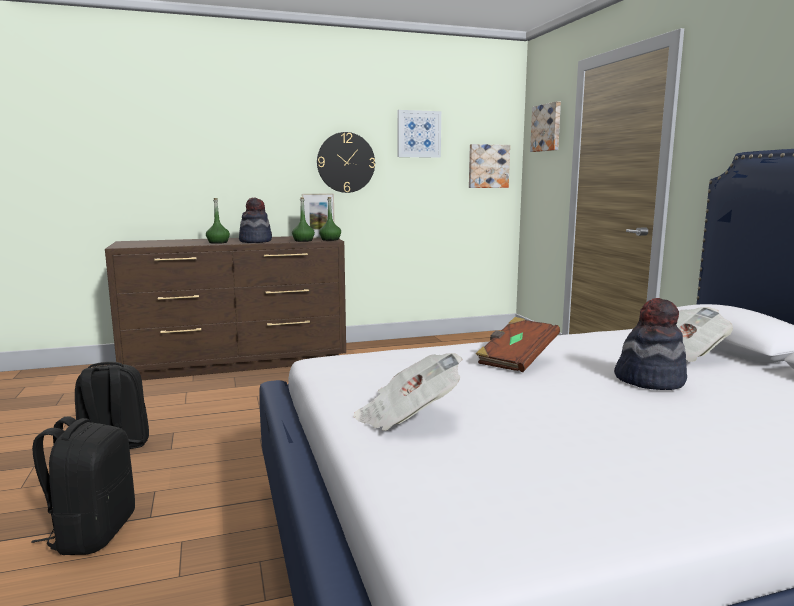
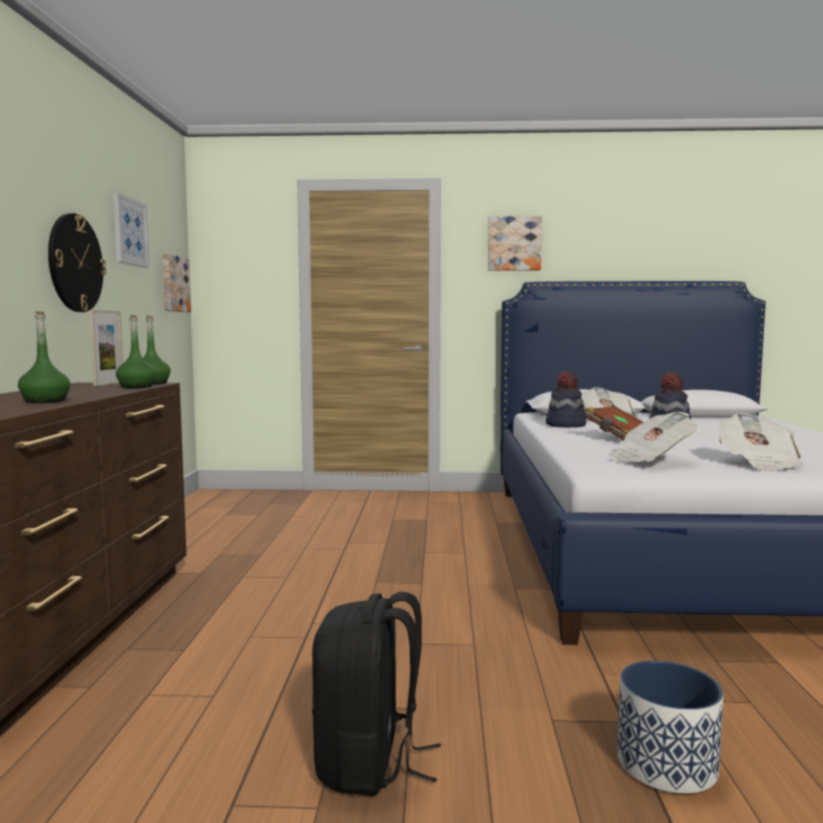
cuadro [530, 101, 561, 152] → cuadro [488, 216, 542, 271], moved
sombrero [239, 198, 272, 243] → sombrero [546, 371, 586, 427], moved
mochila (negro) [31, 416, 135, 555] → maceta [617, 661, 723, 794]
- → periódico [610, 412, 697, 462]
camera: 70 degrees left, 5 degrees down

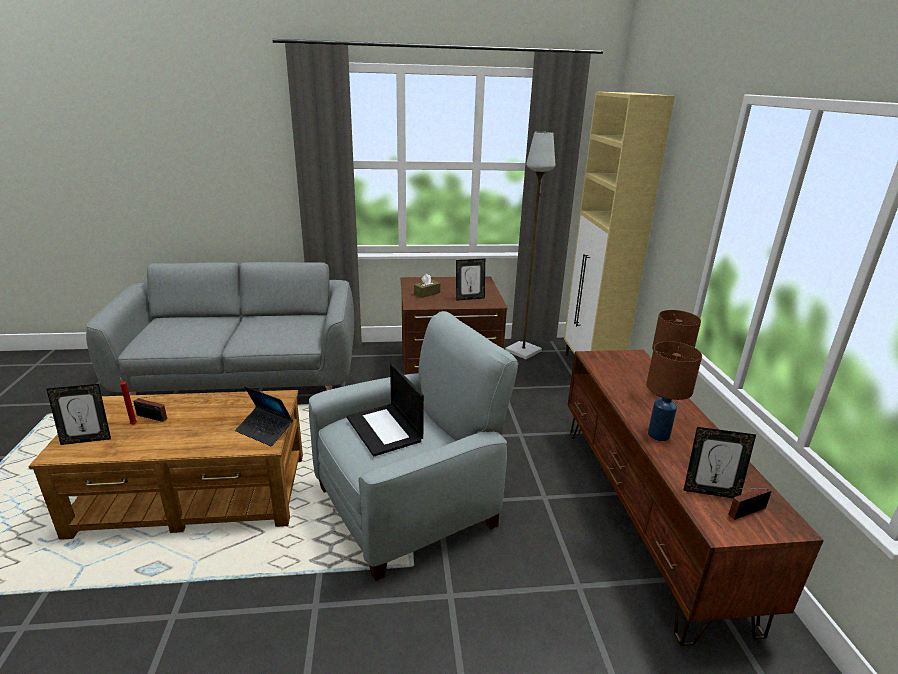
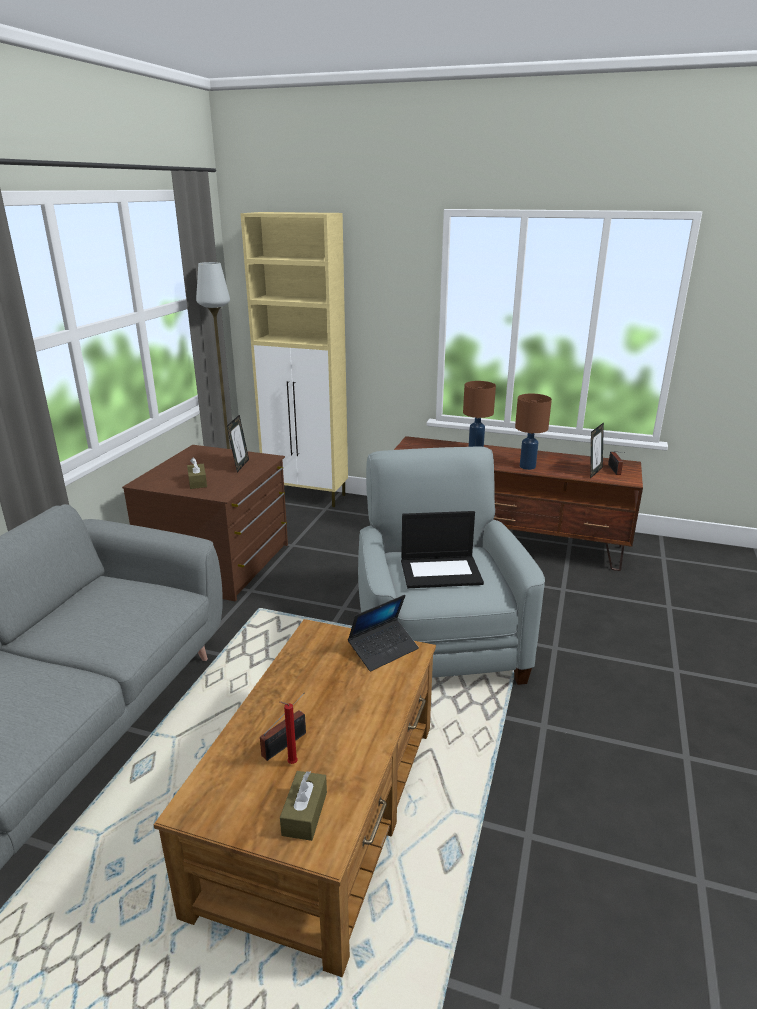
portarretratos [46, 384, 111, 445] → caja de pañuelos (marrón) [280, 771, 327, 841]
camera: 65 degrees left, 0 degrees up

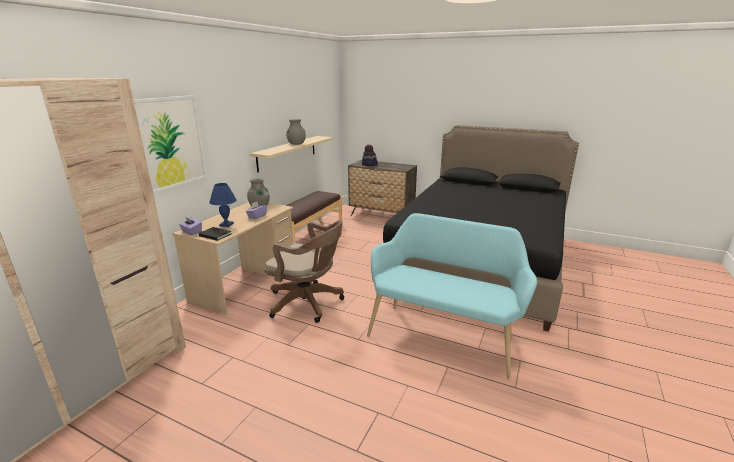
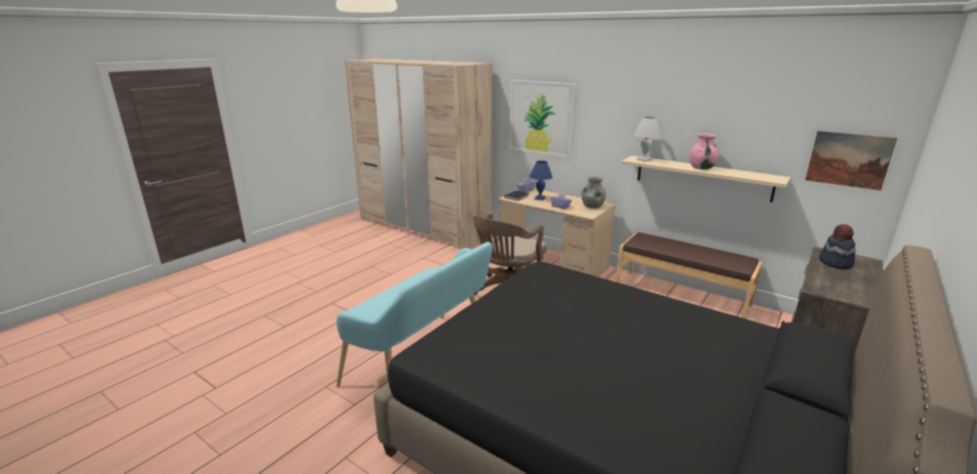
florero (gris) [286, 119, 306, 145] → florero (rosa) [689, 134, 719, 170]
- → lámpara de mesa (blanco) [634, 117, 661, 162]
- → cuadro [805, 131, 897, 191]
camera: 100 degrees right, 0 degrees up

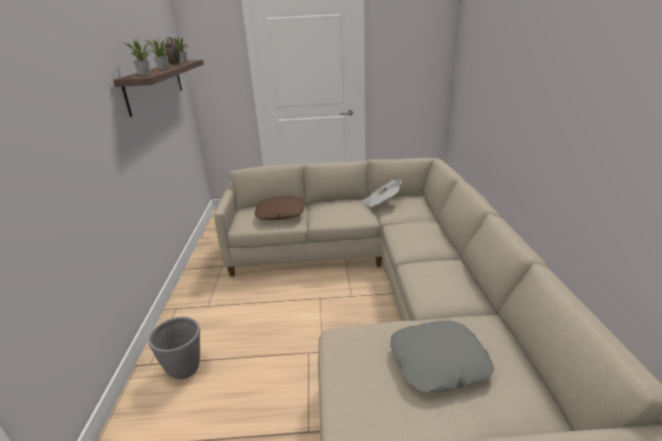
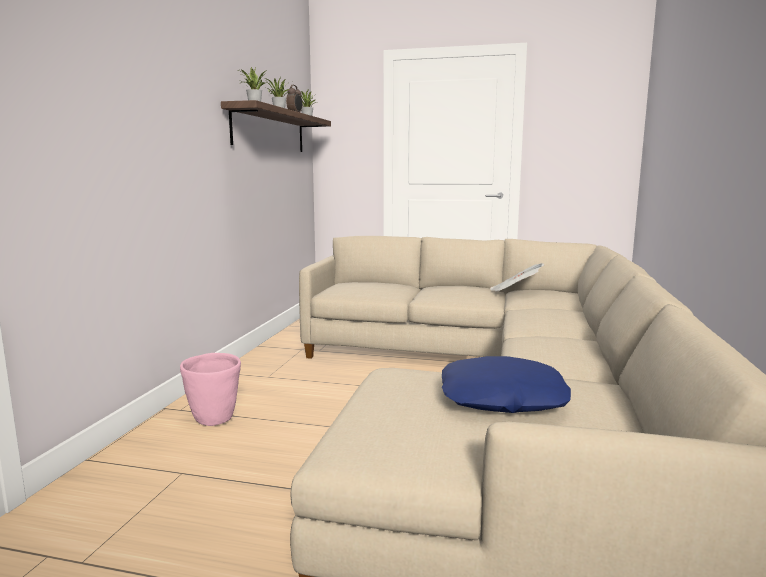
cojín (marrón) [254, 196, 304, 220] → -
maceta (gris) [148, 317, 200, 379] → maceta (rosa) [180, 353, 241, 426]
cojín (gris) [390, 320, 495, 392] → cojín (azul) [442, 356, 571, 413]
camera: 15 degrees right, 15 degrees down

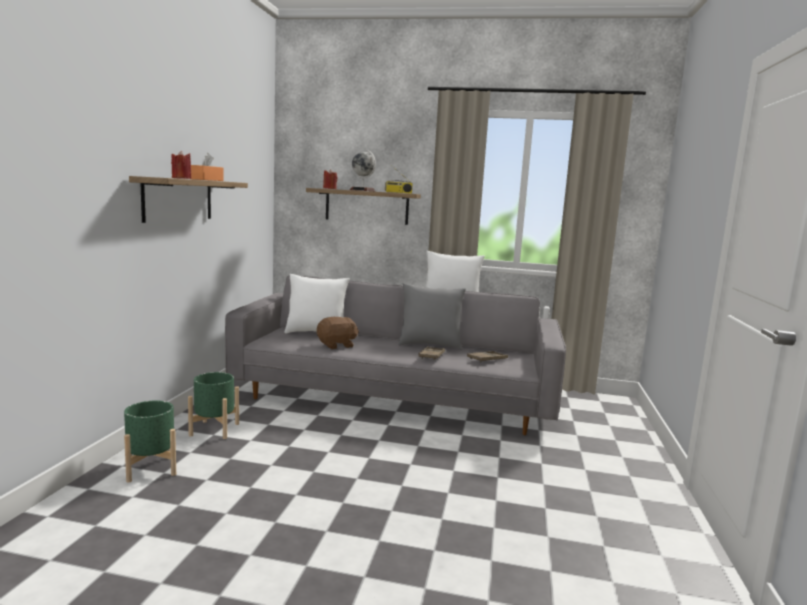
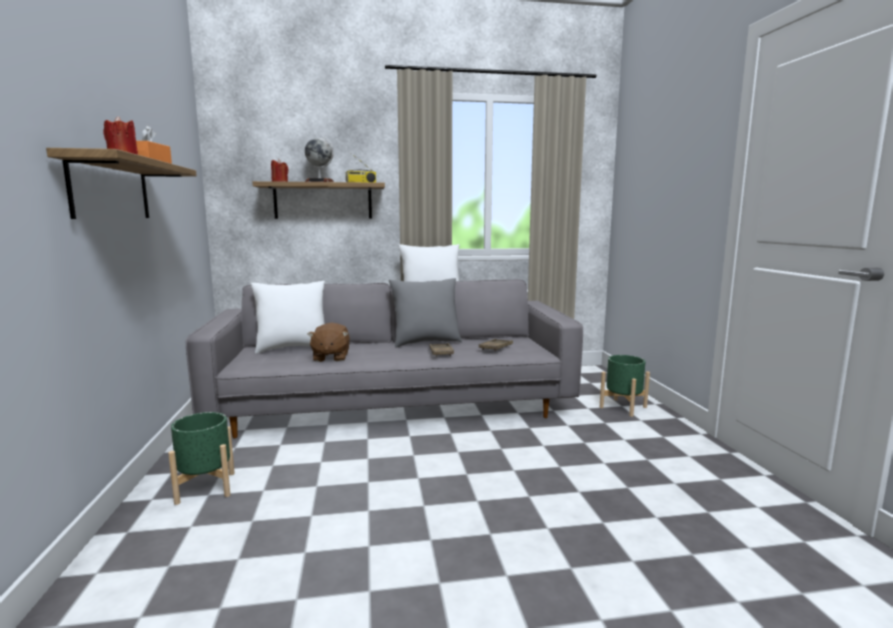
peluche (marrón) [317, 317, 359, 349] → peluche (marrón) [307, 322, 350, 362], 135 degrees clockwise
maceta (verde) [124, 401, 176, 483] → maceta (verde) [600, 355, 650, 417], moved
camera: 20 degrees left, 0 degrees up

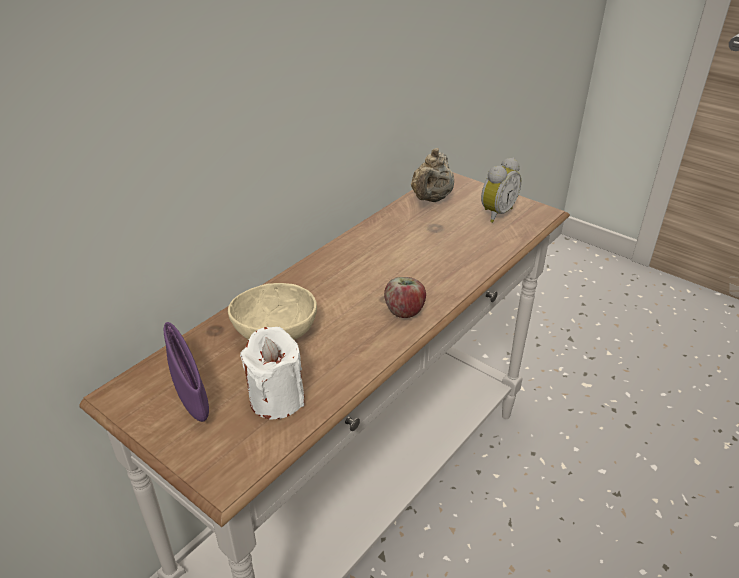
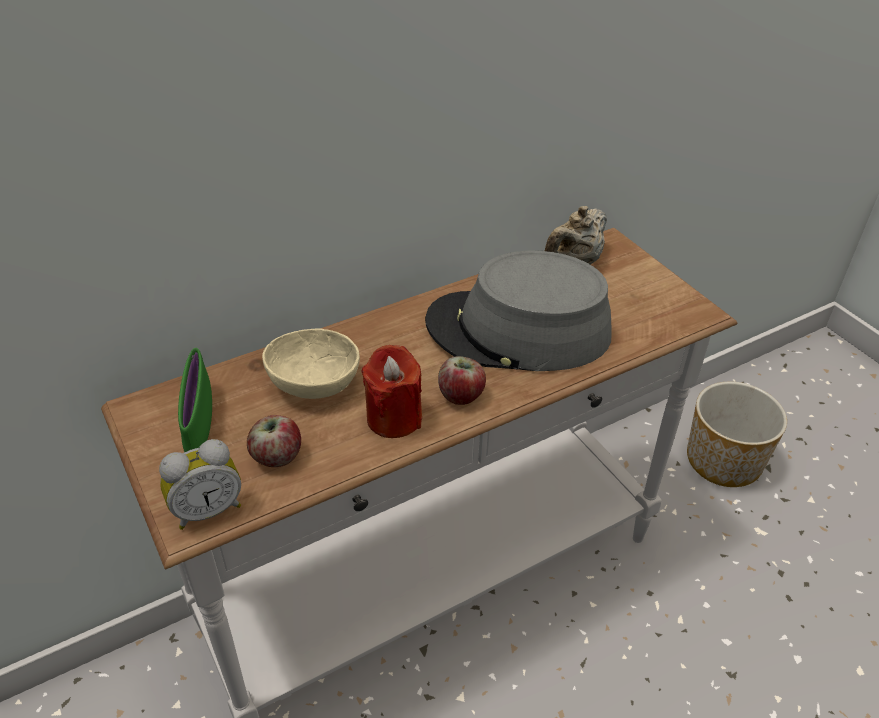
despertador [481, 157, 521, 223] → despertador [159, 439, 241, 530], moved
cuenco (morado) [164, 322, 209, 422] → cuenco (verde) [178, 348, 212, 452]
vela (blanco) [240, 327, 305, 419] → manzana [247, 415, 301, 467]
- → sombrero (gris) [425, 250, 611, 371]
- → vela (rojo) [362, 345, 422, 438]
- → maceta [687, 382, 787, 487]
camera: 20 degrees right, 5 degrees up

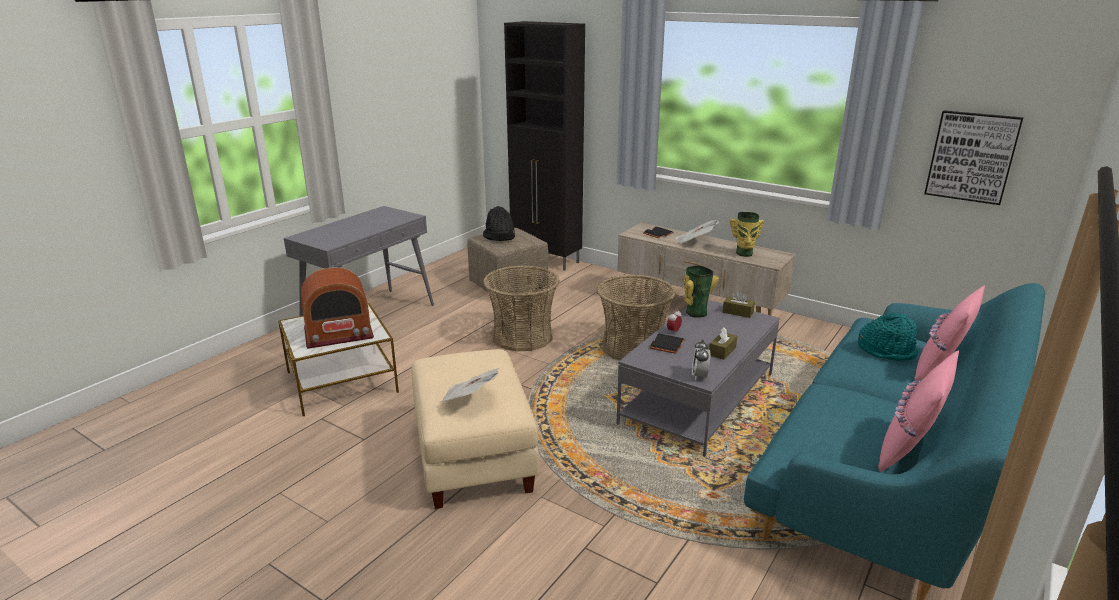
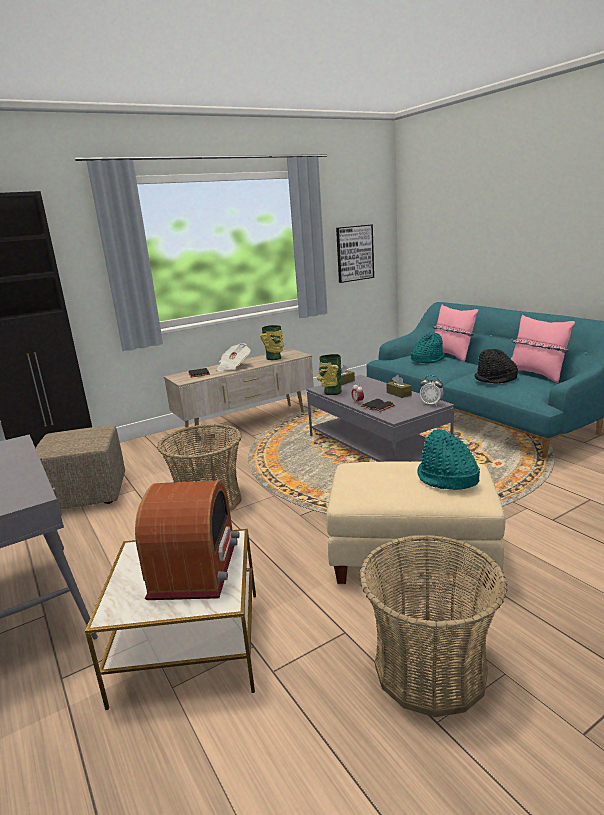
sombrero (negro) [483, 206, 515, 241] → sombrero (negro) [475, 349, 518, 384], moved
cesta [597, 274, 676, 360] → cesta [359, 535, 507, 717], moved
periódico [440, 368, 499, 402] → sombrero (turquesa) [417, 429, 480, 490]
camera: 65 degrees left, 5 degrees down

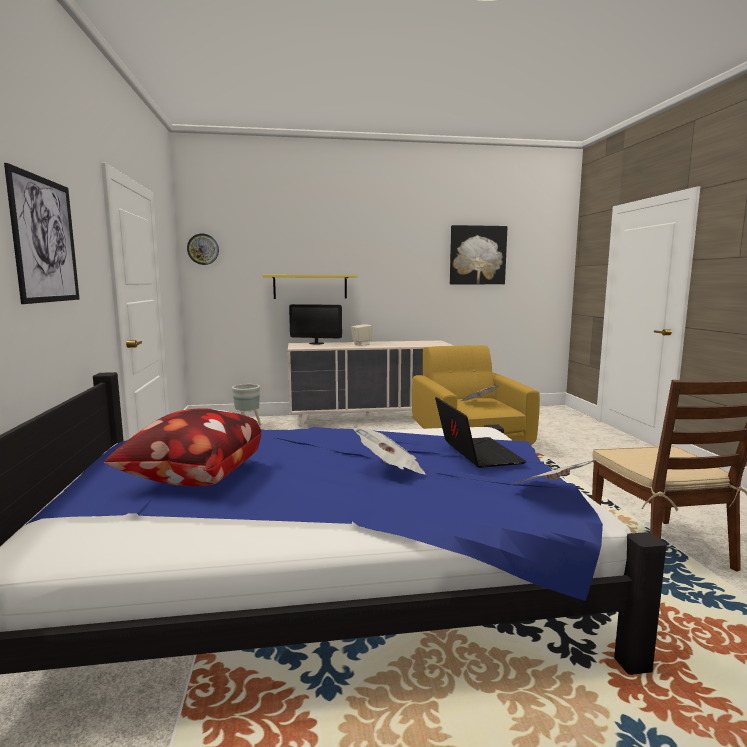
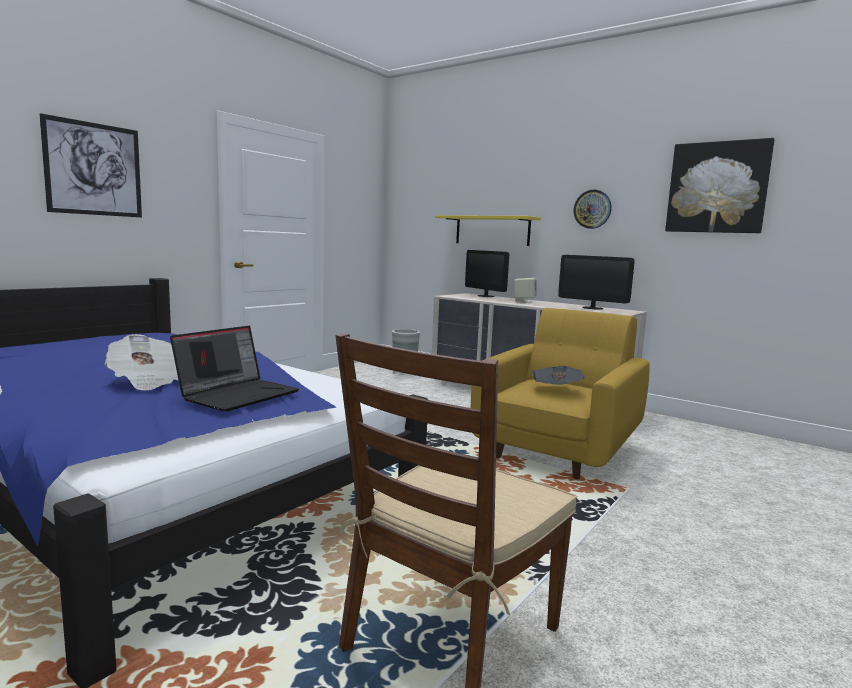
reloj de pared [187, 234, 219, 265] → reloj de pared [574, 190, 612, 229], moved
cojín [104, 408, 262, 486] → -
periódico [511, 460, 597, 485] → -
- → monitor [558, 255, 635, 310]
camera: 45 degrees right, 0 degrees up

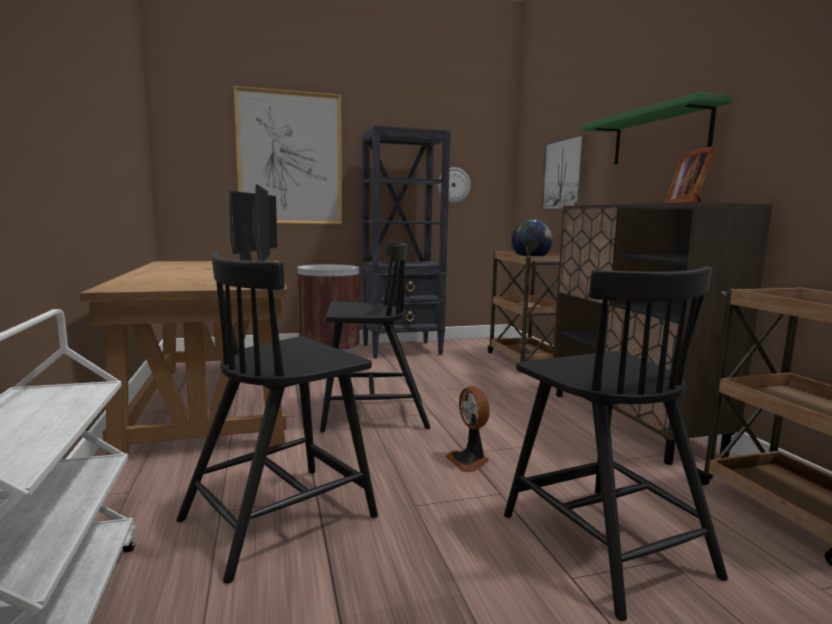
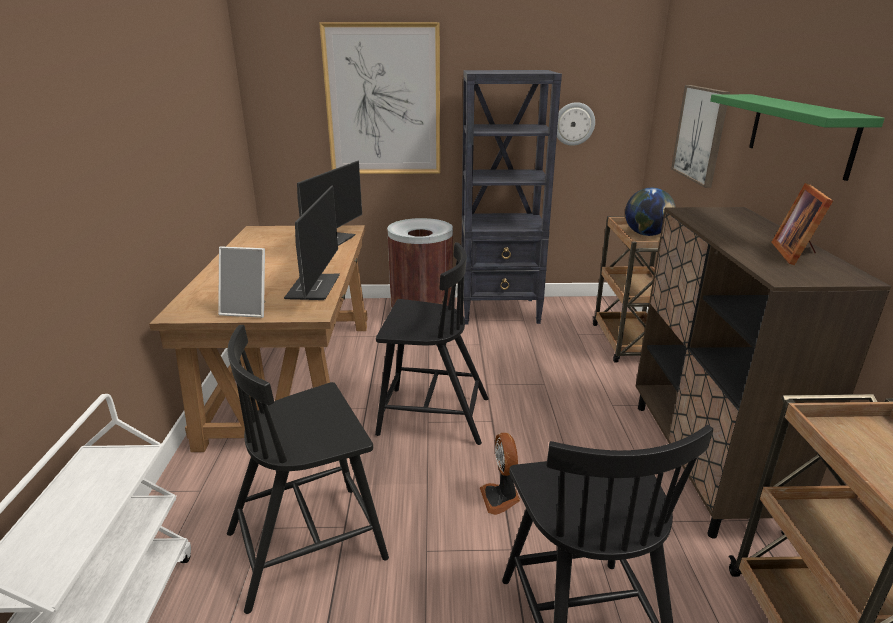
- → portarretratos [218, 246, 266, 318]
camera: 15 degrees right, 15 degrees up

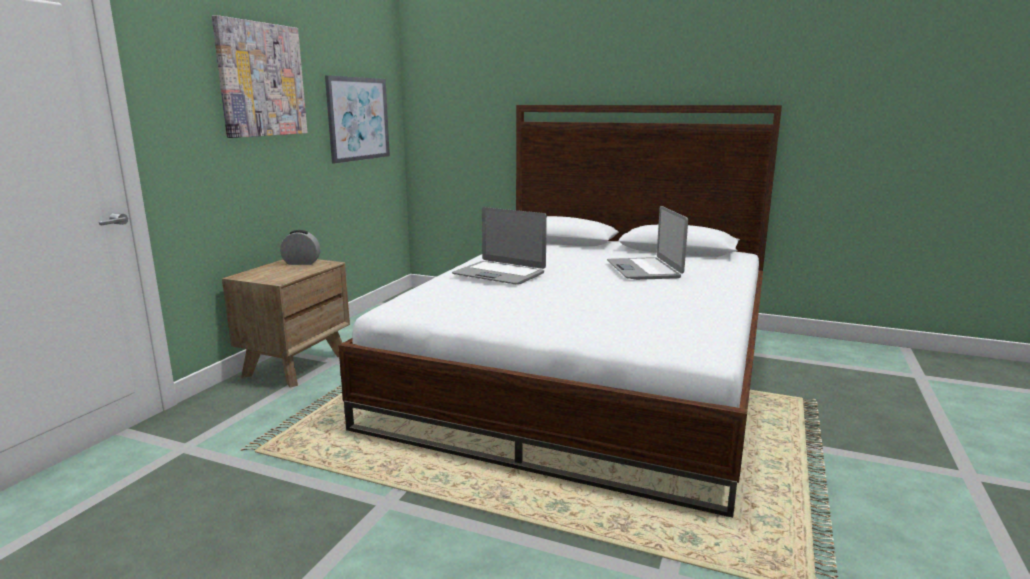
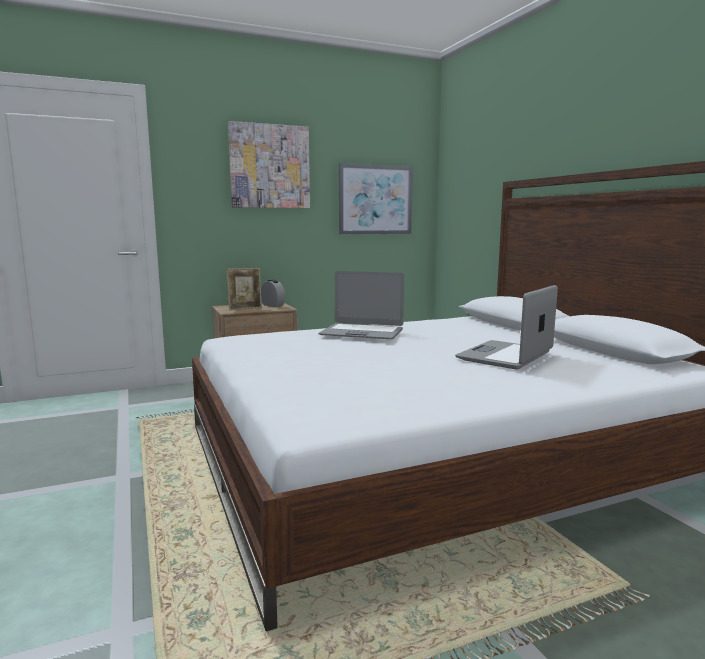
portátil [452, 207, 547, 284] → portátil [319, 271, 404, 339], 60 degrees counterclockwise
- → portarretratos [227, 268, 262, 311]
camera: 45 degrees right, 5 degrees down

